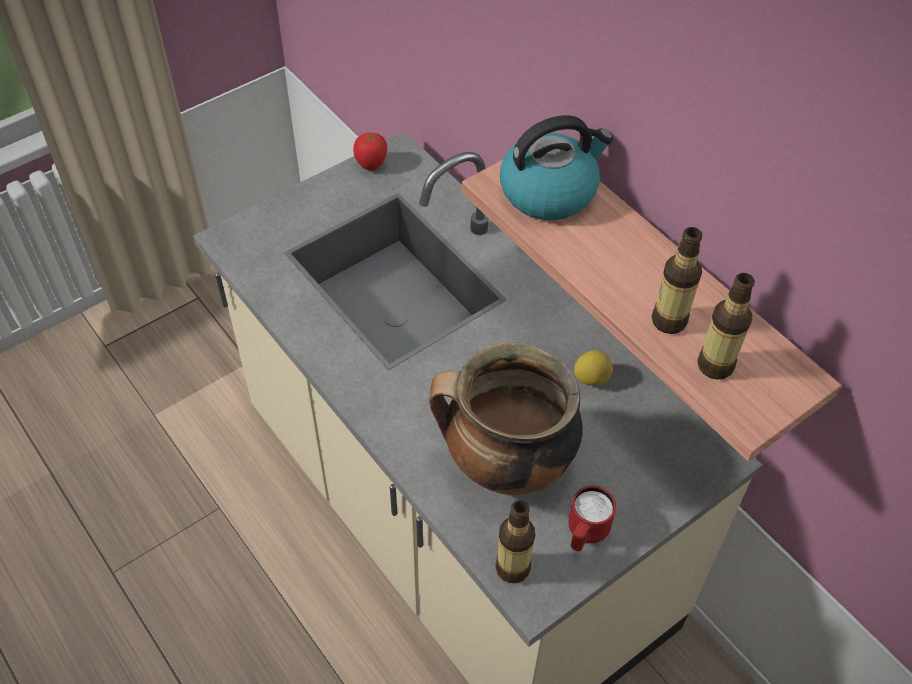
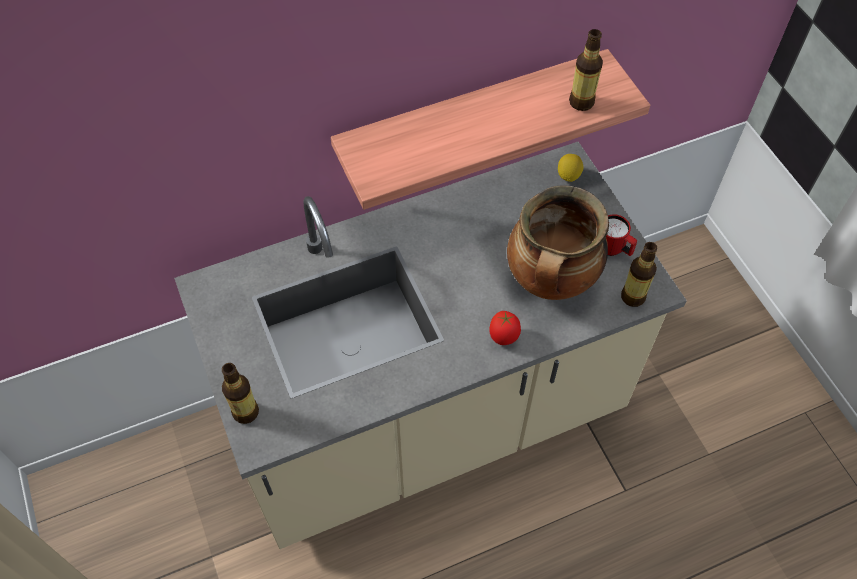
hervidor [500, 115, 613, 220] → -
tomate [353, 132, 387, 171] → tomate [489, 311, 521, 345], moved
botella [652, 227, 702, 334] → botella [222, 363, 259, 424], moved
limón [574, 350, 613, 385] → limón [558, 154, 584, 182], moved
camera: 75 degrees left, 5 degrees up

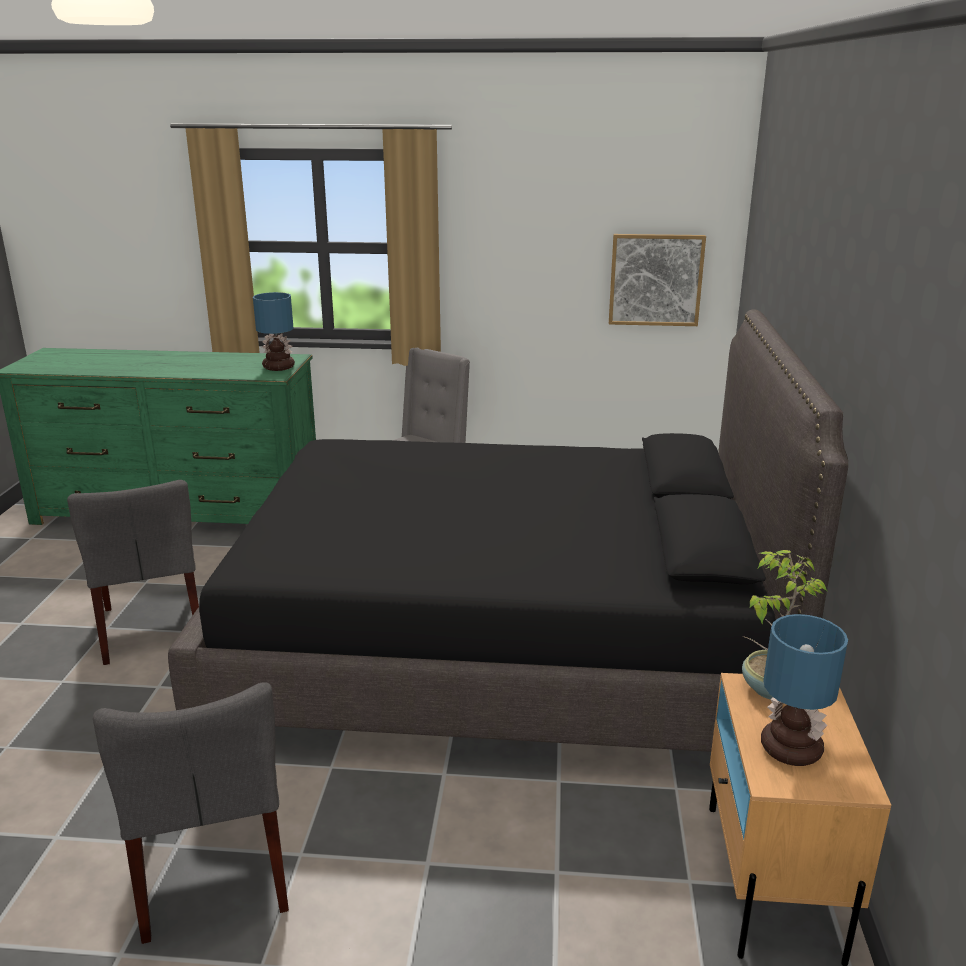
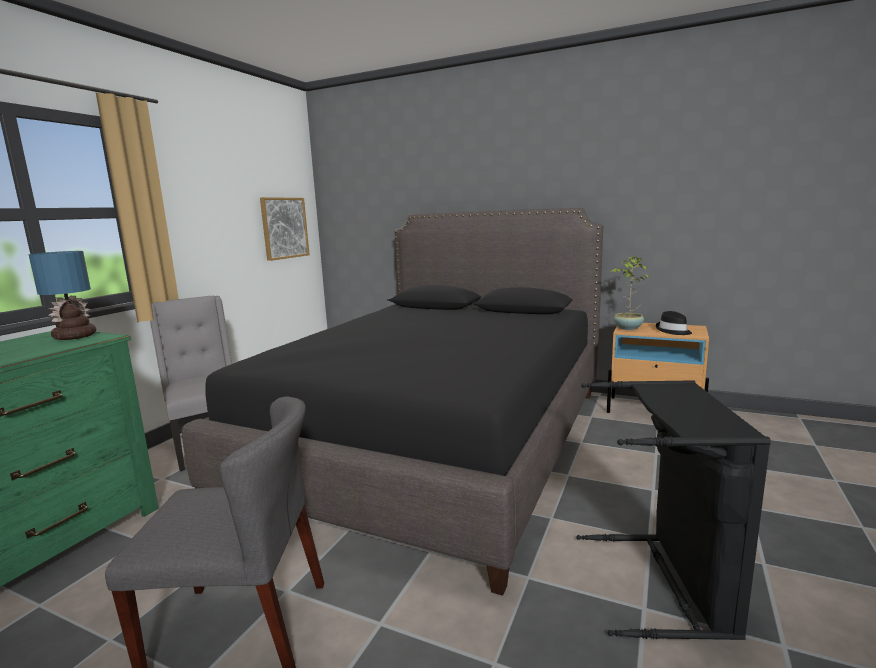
lámpara de mesa [761, 614, 848, 766] → sombrero (negro) [656, 311, 692, 335]
silla (gris) [93, 682, 289, 944] → cesto de la ropa (negro) [577, 380, 771, 640]
camera: 70 degrees left, 10 degrees down

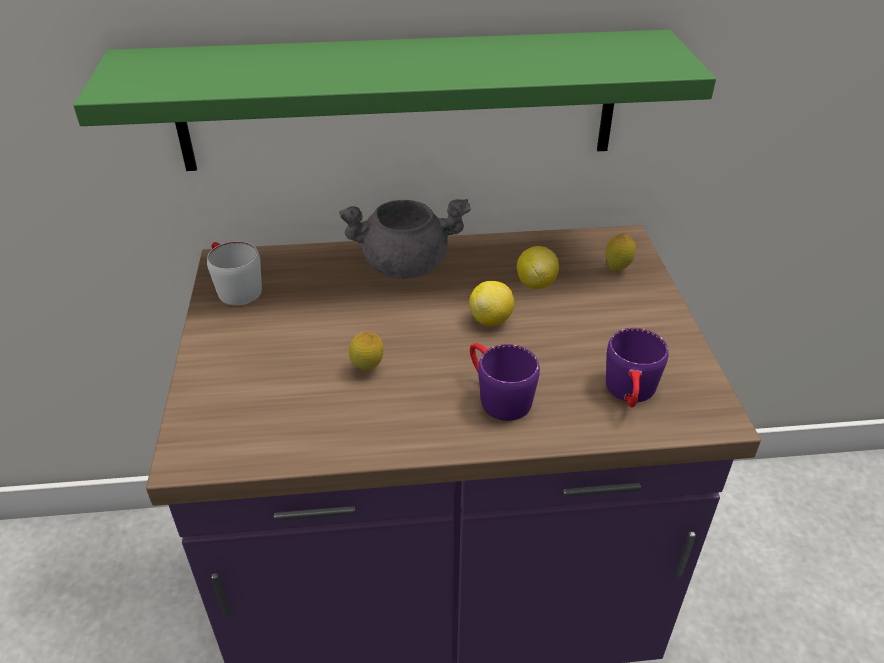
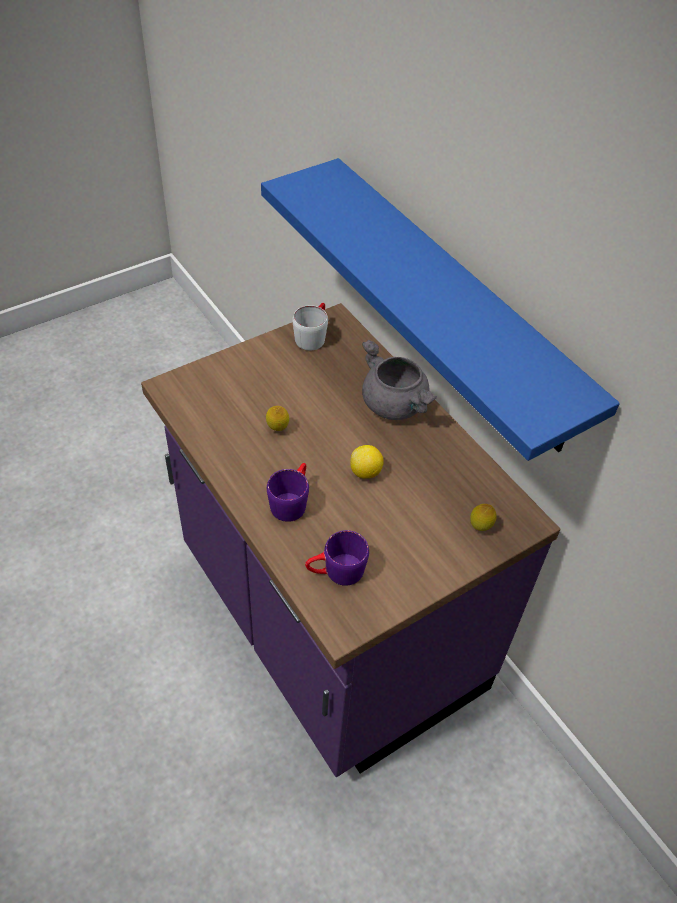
estante (verde) [73, 30, 716, 171] → estante (azul) [261, 158, 620, 461]
limón [517, 246, 559, 289] → -
camera: 60 degrees right, 10 degrees up

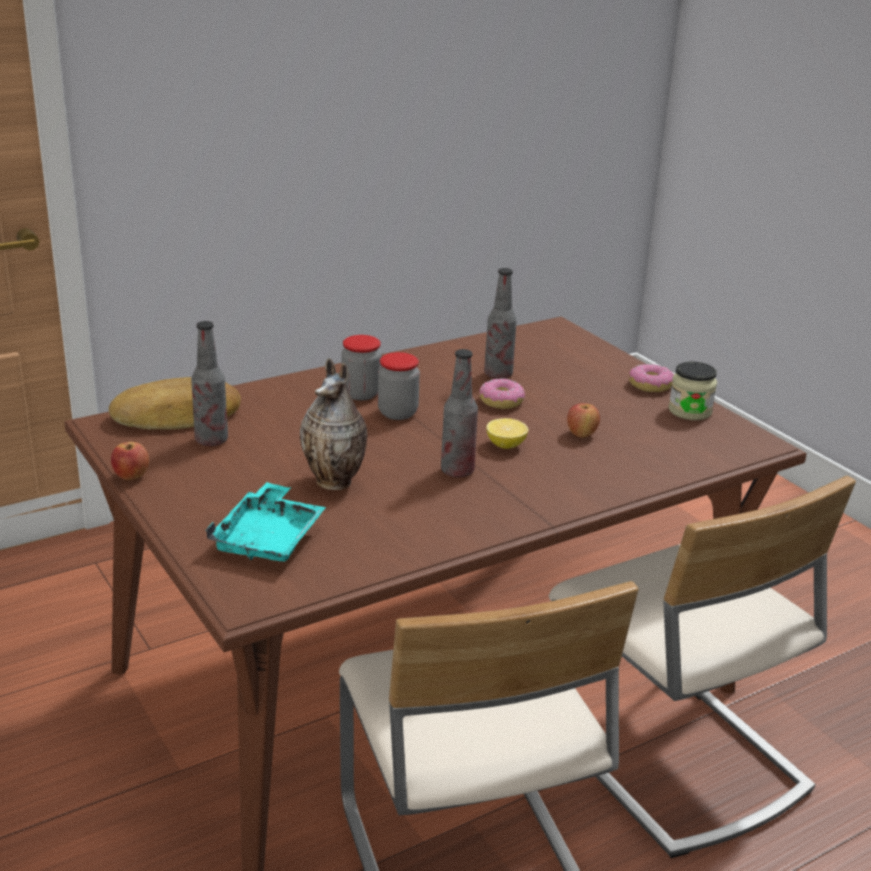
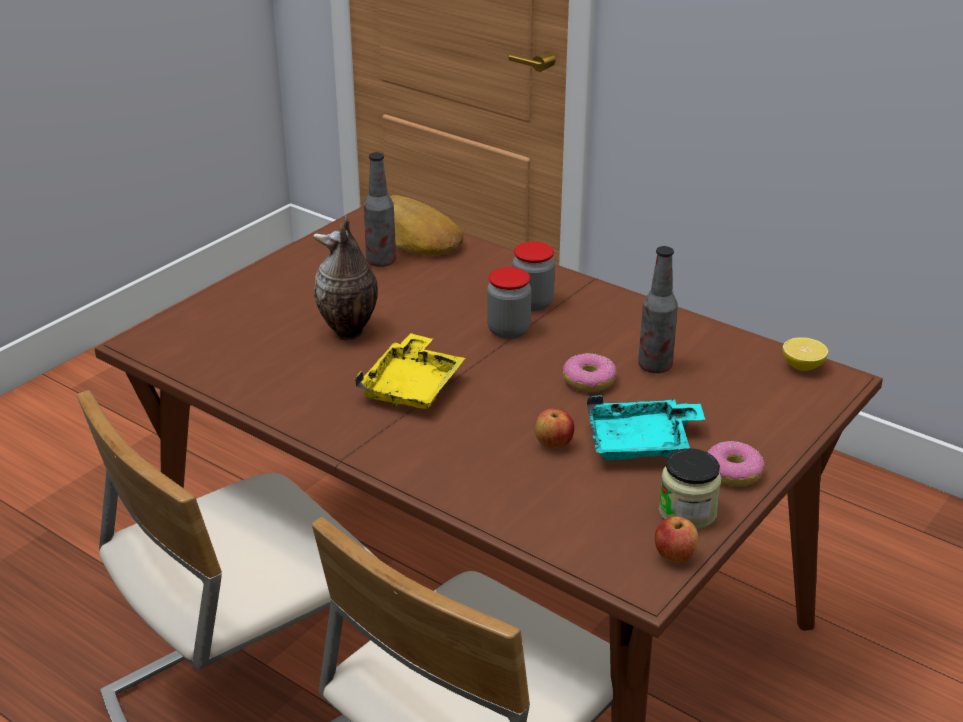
botella [441, 349, 478, 477] → bandeja (amarillo) [355, 333, 465, 409]
limón [486, 418, 529, 449] → limón [782, 337, 828, 371], moved
manzana [111, 442, 149, 480] → manzana [655, 516, 699, 563], moved
bandeja (turquesa) [206, 482, 326, 561] → bandeja (turquesa) [587, 395, 706, 460], moved
camera: 70 degrees right, 5 degrees up

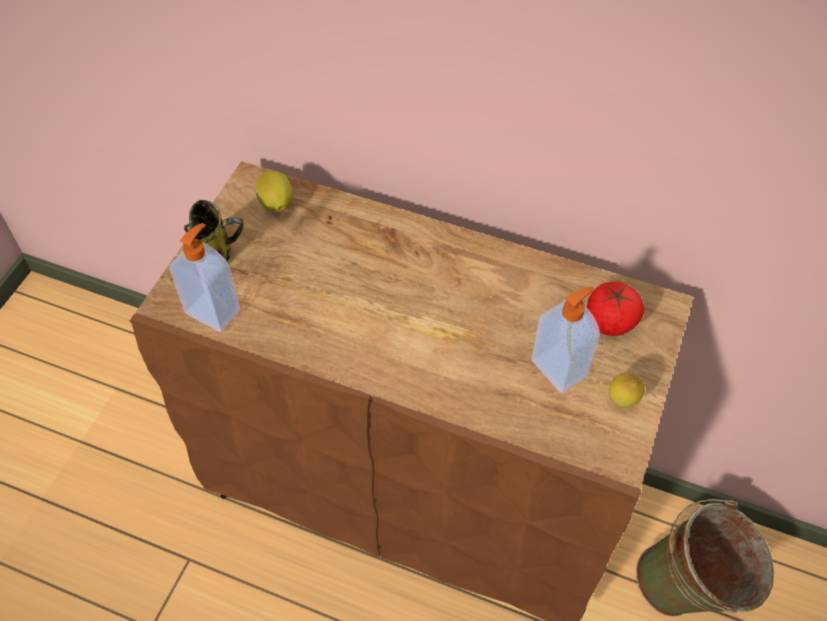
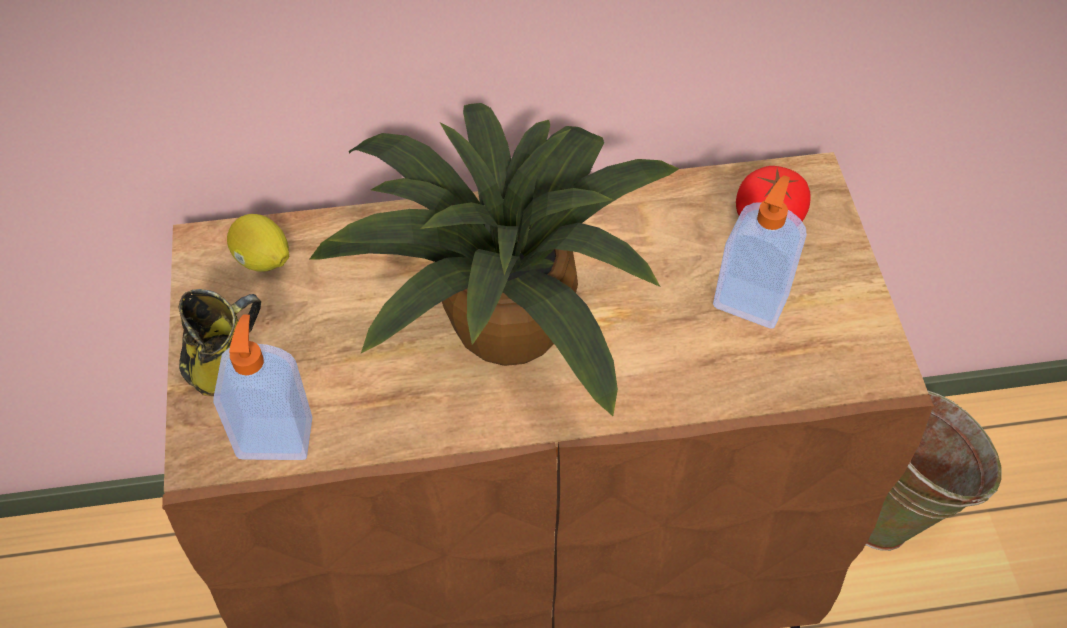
limón [609, 372, 645, 408] → -
- → planta en maceta [309, 103, 679, 416]
camera: 30 degrees left, 0 degrees up

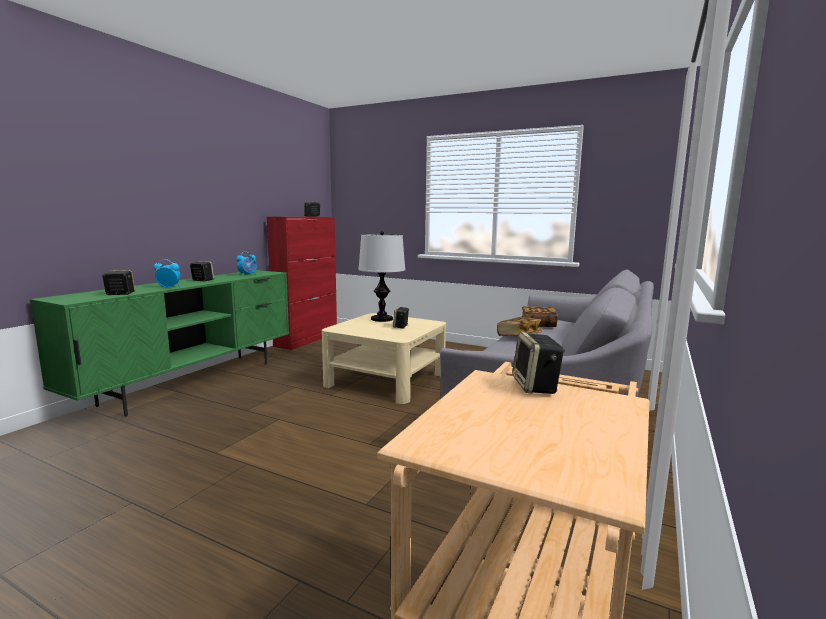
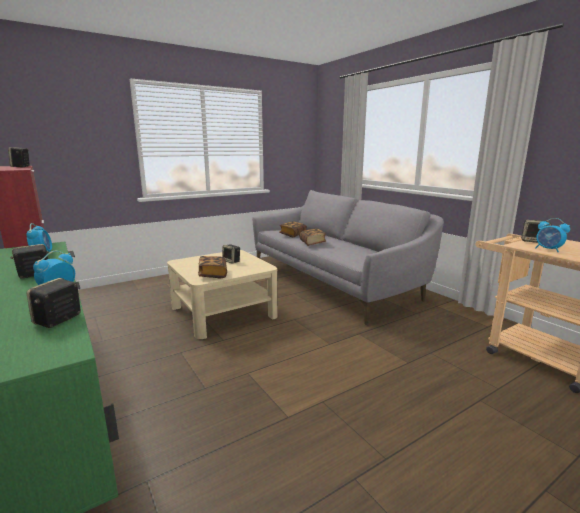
lámpara de mesa [358, 231, 405, 322] → -
- → despertador [535, 218, 570, 252]
- → libro [198, 256, 227, 278]
camera: 60 degrees left, 5 degrees up

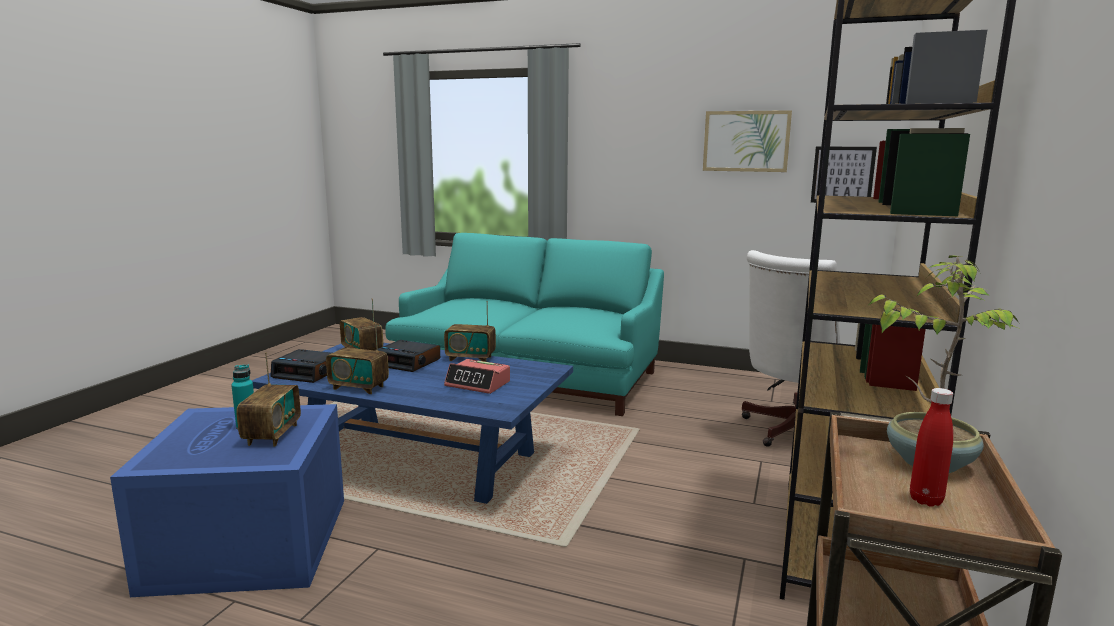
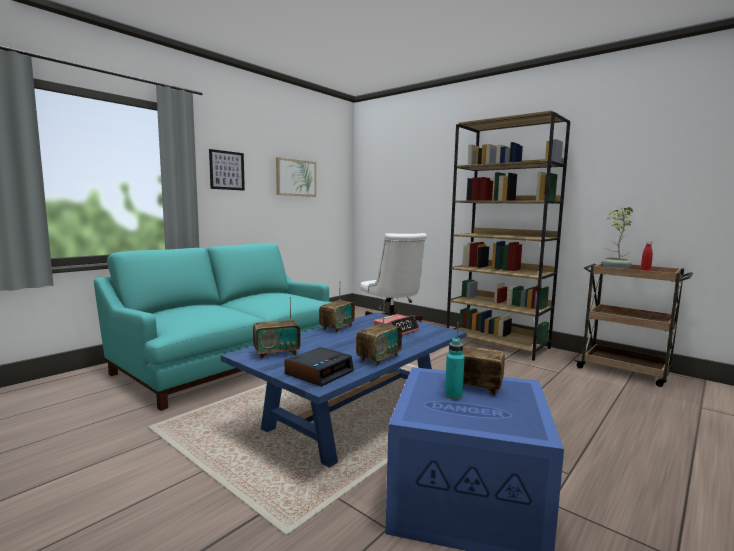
cuadro [811, 146, 877, 203] → cuadro [209, 149, 245, 191], moved
despertador [375, 340, 440, 372] → -
camera: 70 degrees left, 5 degrees down

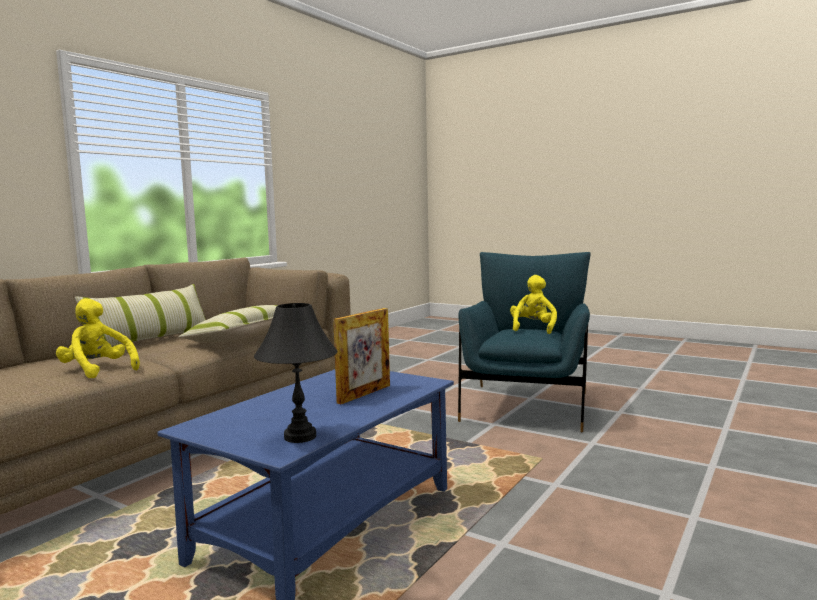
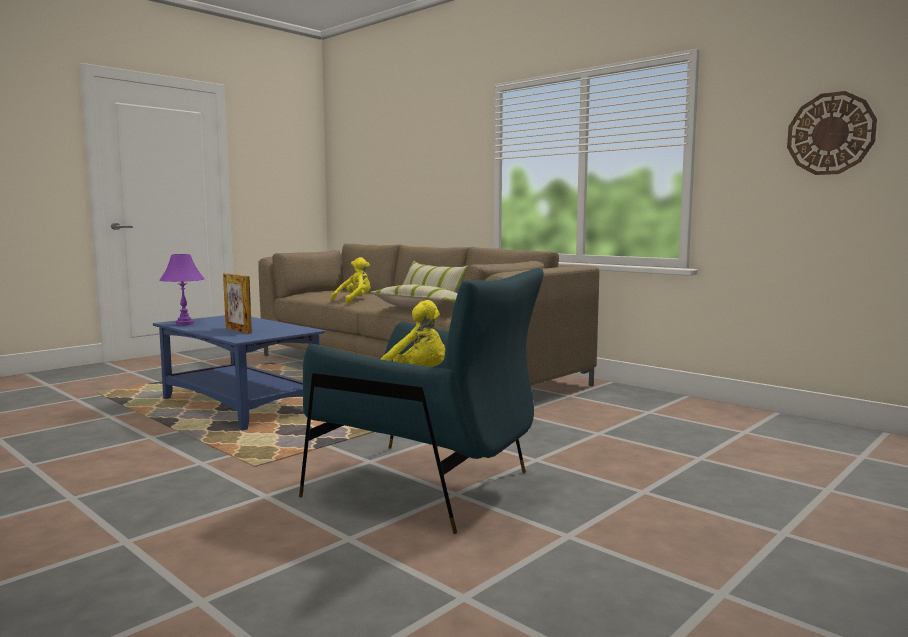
lámpara de mesa (negro) [254, 303, 338, 443] → lámpara de mesa (morado) [159, 254, 205, 325]
- → reloj de pared [787, 91, 877, 175]
camera: 100 degrees right, 0 degrees up

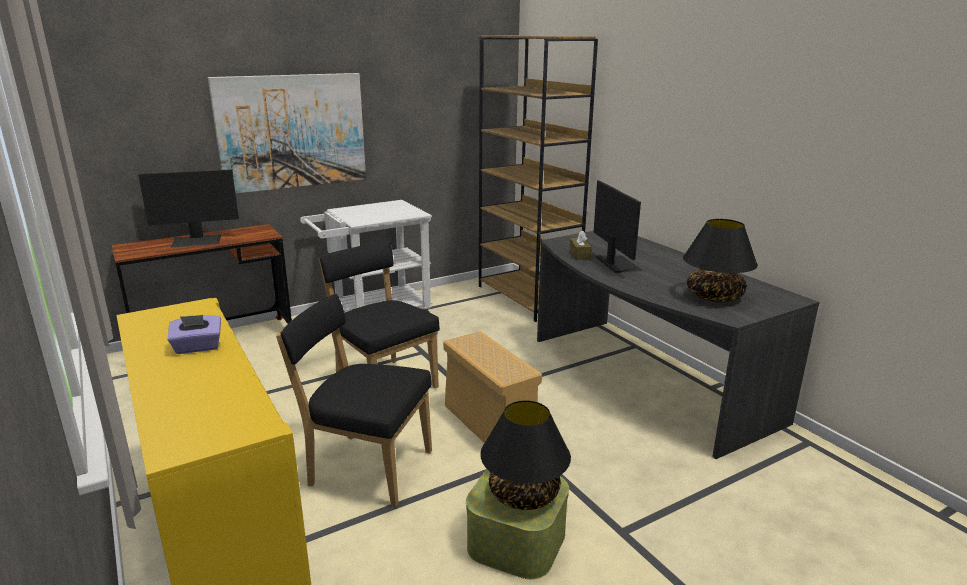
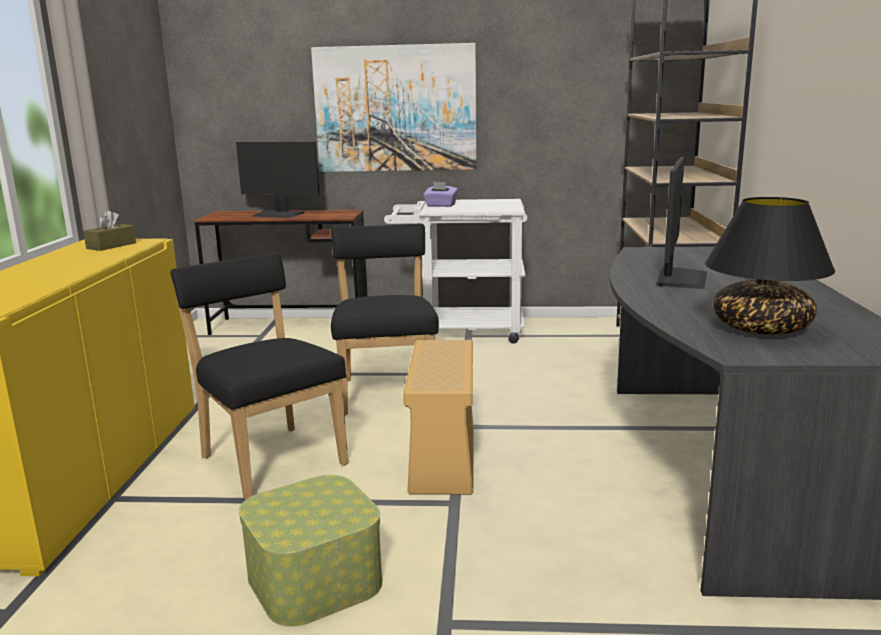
caja de pañuelos (marrón) [570, 231, 592, 260] → caja de pañuelos (marrón) [83, 210, 136, 251], moved
caja de pañuelos (morado) [168, 315, 221, 354] → caja de pañuelos (morado) [423, 181, 458, 207], moved
lámpara de mesa (negro) [480, 400, 571, 510] → -
camera: 35 degrees right, 5 degrees down

